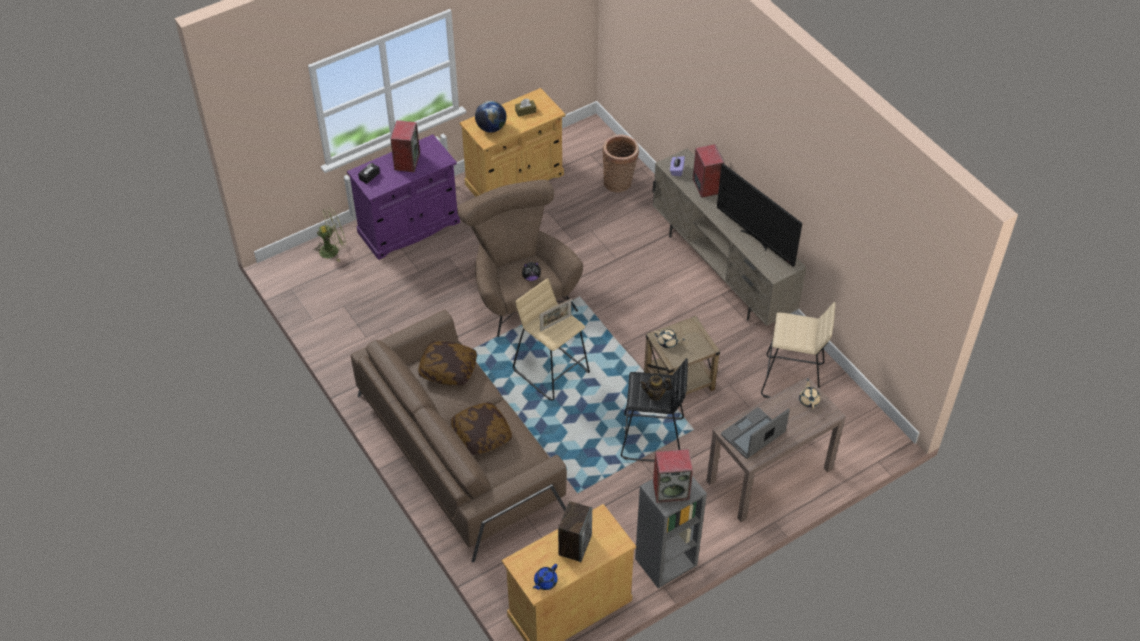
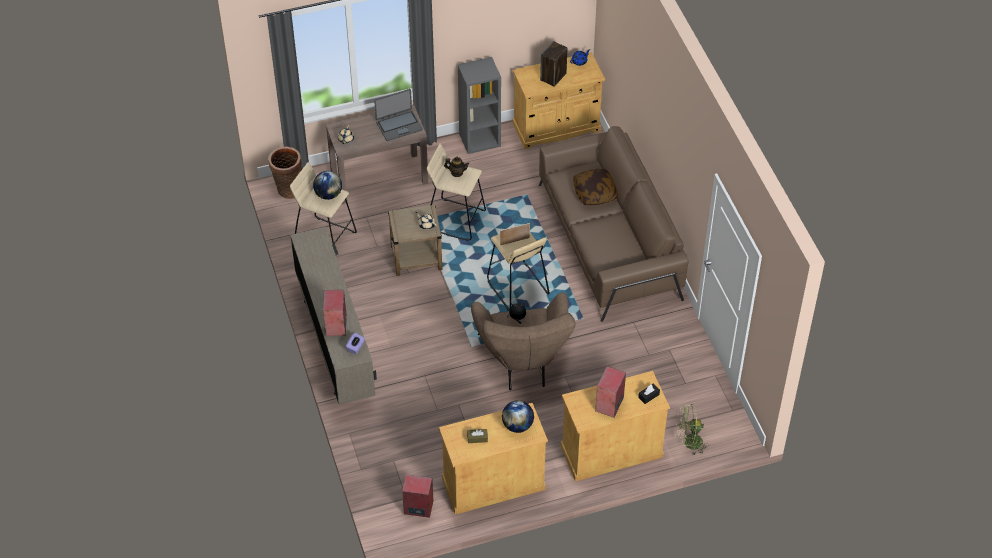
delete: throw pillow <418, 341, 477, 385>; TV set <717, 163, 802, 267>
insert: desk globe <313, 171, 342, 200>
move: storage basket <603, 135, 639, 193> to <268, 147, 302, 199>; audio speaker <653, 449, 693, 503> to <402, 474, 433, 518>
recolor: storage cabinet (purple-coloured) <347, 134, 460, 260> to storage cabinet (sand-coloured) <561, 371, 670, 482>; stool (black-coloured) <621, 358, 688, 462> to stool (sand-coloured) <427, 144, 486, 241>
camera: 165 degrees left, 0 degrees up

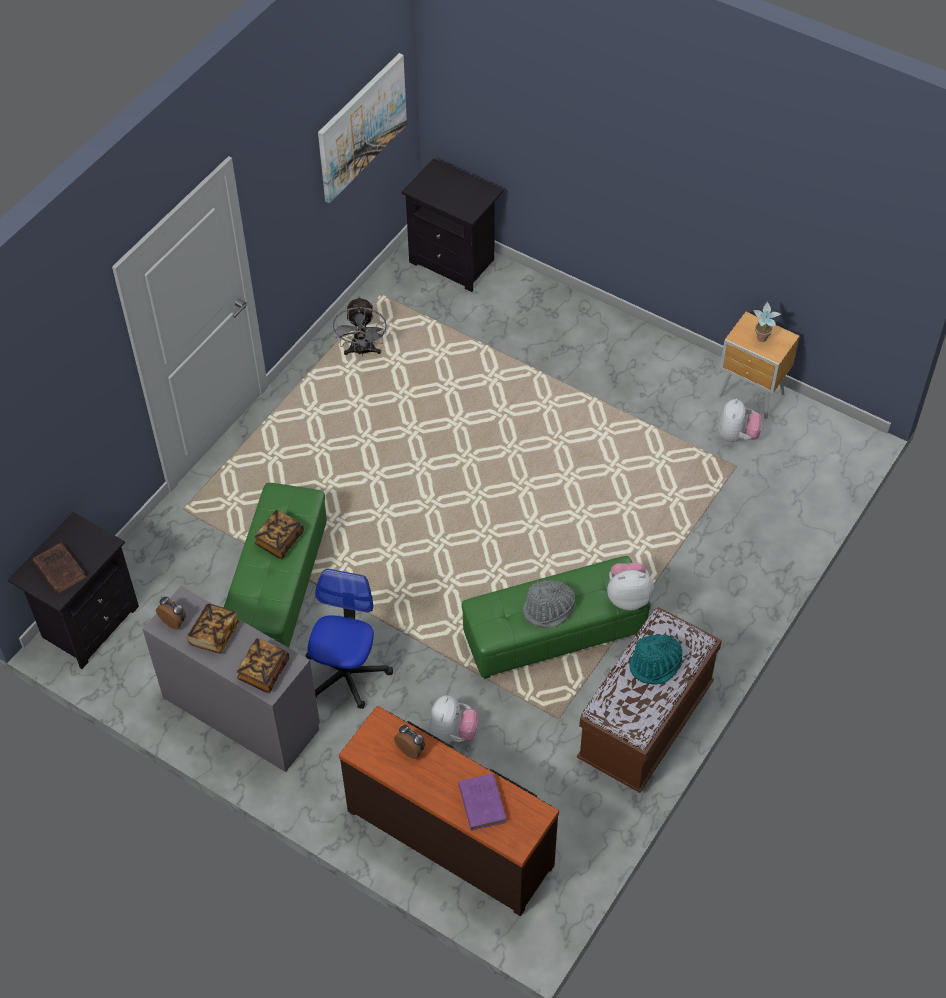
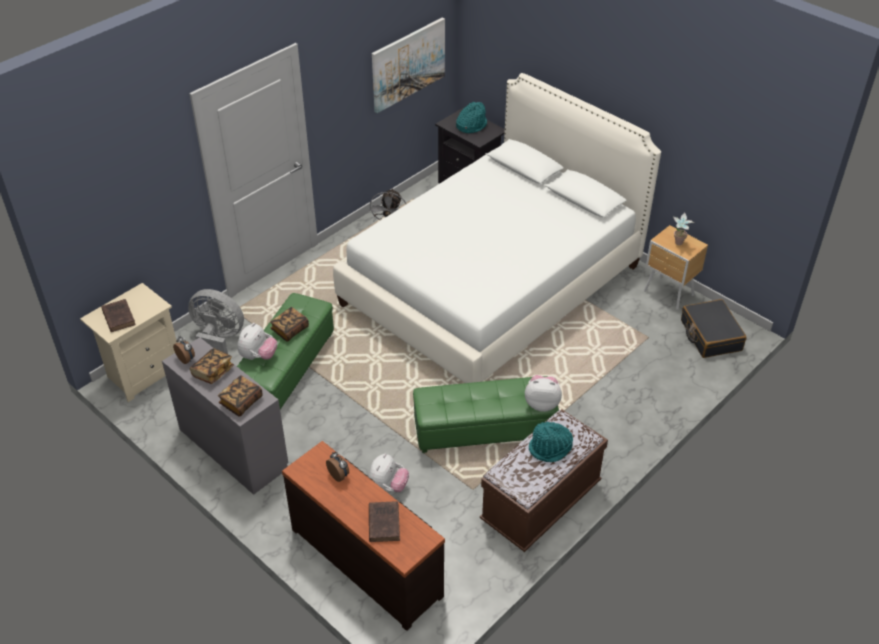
delete: desk chair <306, 569, 393, 709>; hat (gray) <523, 580, 575, 628>
insert: cooling fan (gray) <188, 289, 244, 354>; sleeping bed (whitish) <333, 73, 661, 383>; hat (turquoise) <456, 102, 487, 133>; suitcase (black-coloured) <681, 299, 746, 358>
move: soft toy <717, 399, 762, 442> to <237, 323, 277, 360>
recolor: night table (black-coloured) <8, 512, 139, 669> to night table (sand-coloured) <80, 283, 177, 402>; book (purple-coloured) <458, 773, 507, 831> to book (brown) <369, 501, 400, 542>
camera: 10 degrees right, 10 degrees down

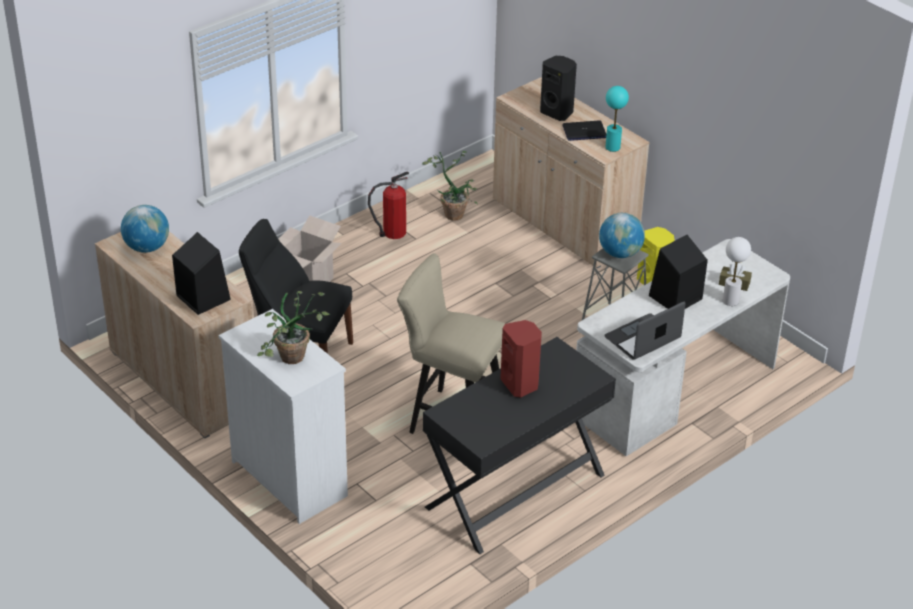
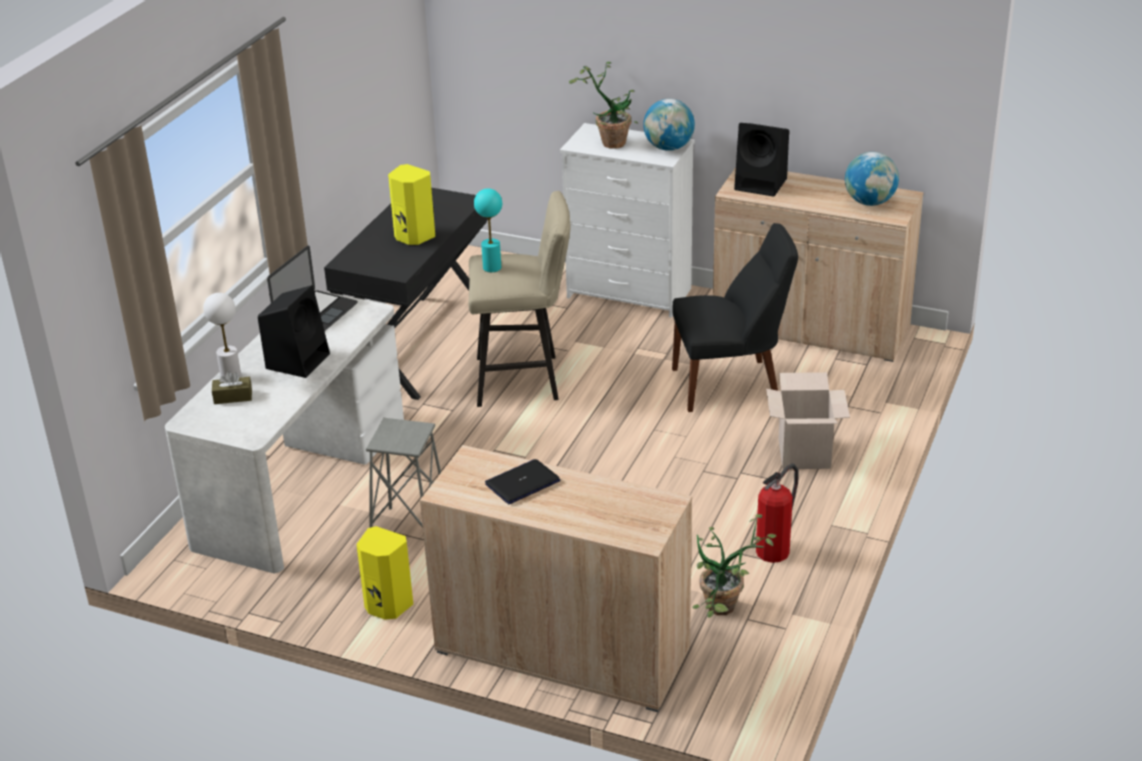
delete: audio speaker (black-coloured) <540, 56, 577, 121>
move: desk globe <599, 213, 645, 258> to <643, 99, 695, 151>; tabletop lamp (turquoise) <605, 86, 629, 152> to <474, 188, 502, 272>
recolor: audio speaker (reddish) <500, 320, 542, 398> to audio speaker (yellow) <388, 164, 435, 245>
camera: 155 degrees right, 5 degrees down

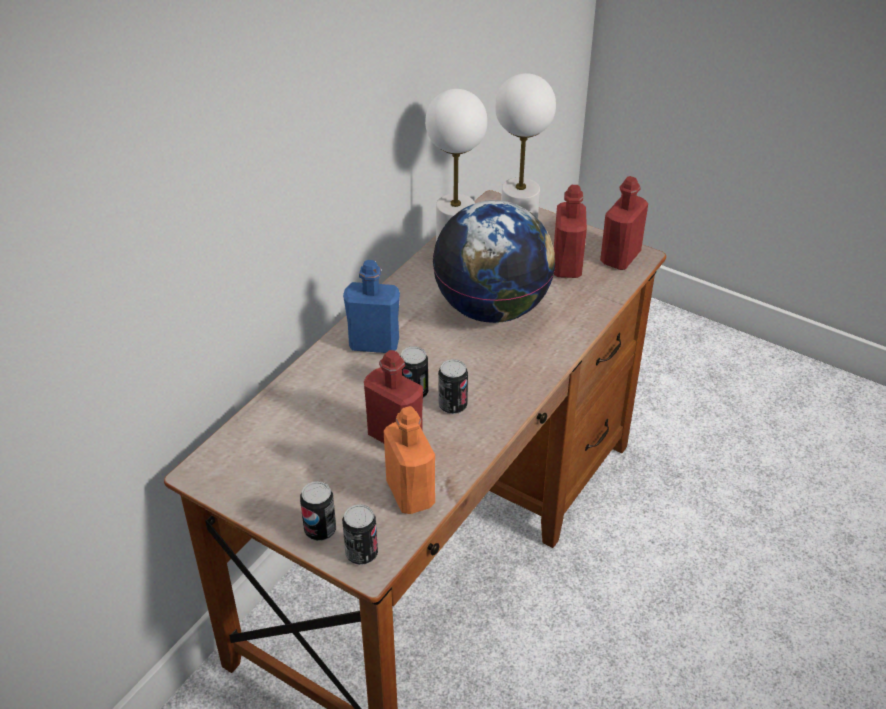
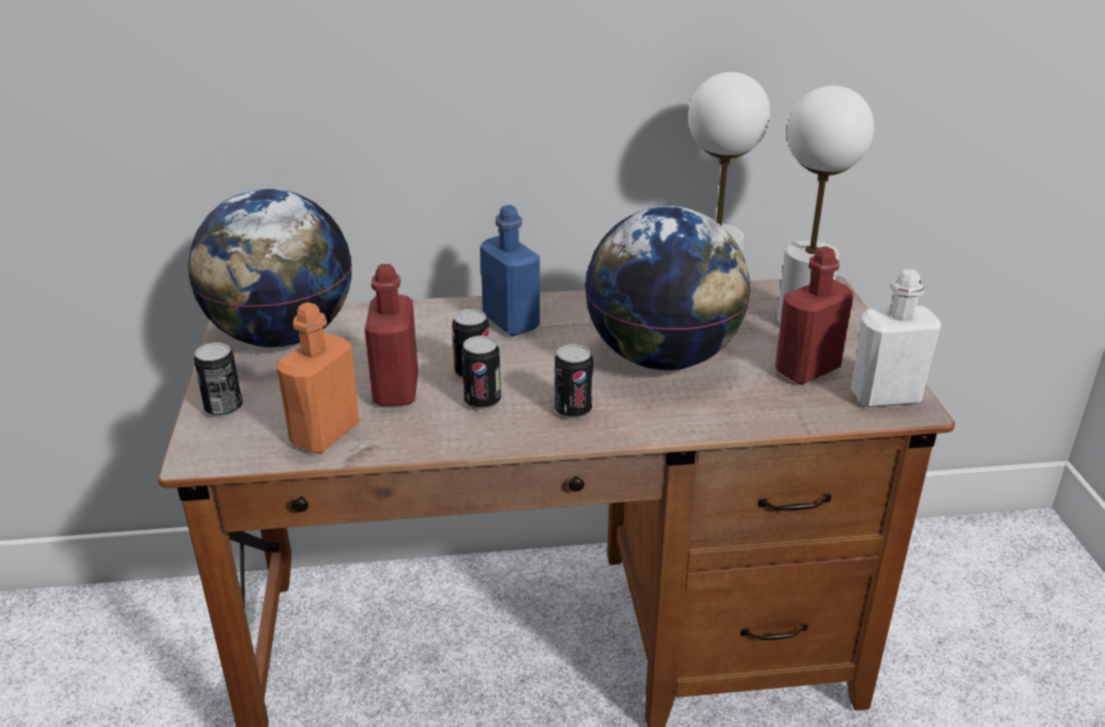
insert: desk globe <188, 188, 352, 347>
move: sealed can <342, 504, 378, 565> to <555, 344, 593, 419>
recolor: drink bottle (reddish) <600, 176, 648, 270> to drink bottle (whitish) <851, 269, 941, 407>
camera: 50 degrees right, 10 degrees down

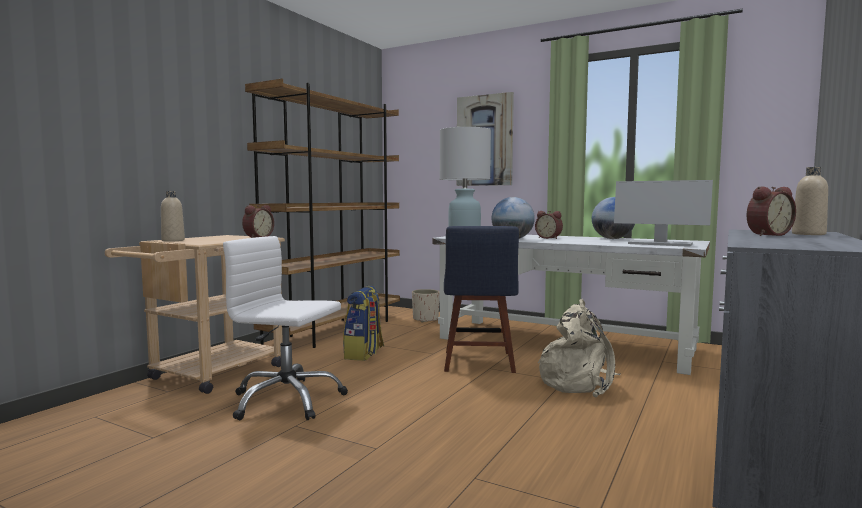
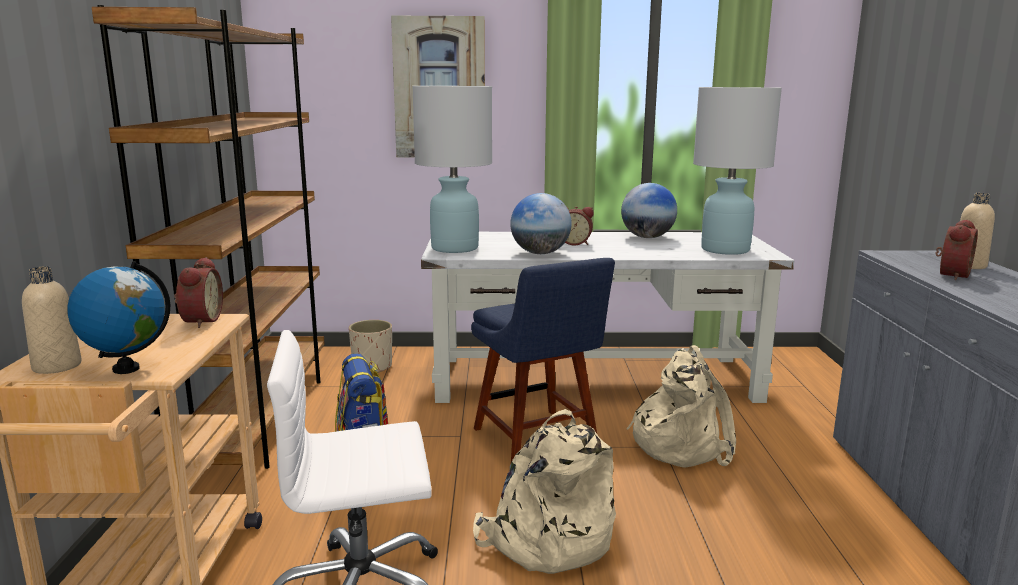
insert: desk globe <68, 261, 170, 374>; rucksack (sand-coloured) <473, 409, 616, 574>
replace: monitor <614, 180, 713, 247> to tabletop lamp (whitish) <693, 87, 782, 255>
camera: 30 degrees left, 10 degrees up

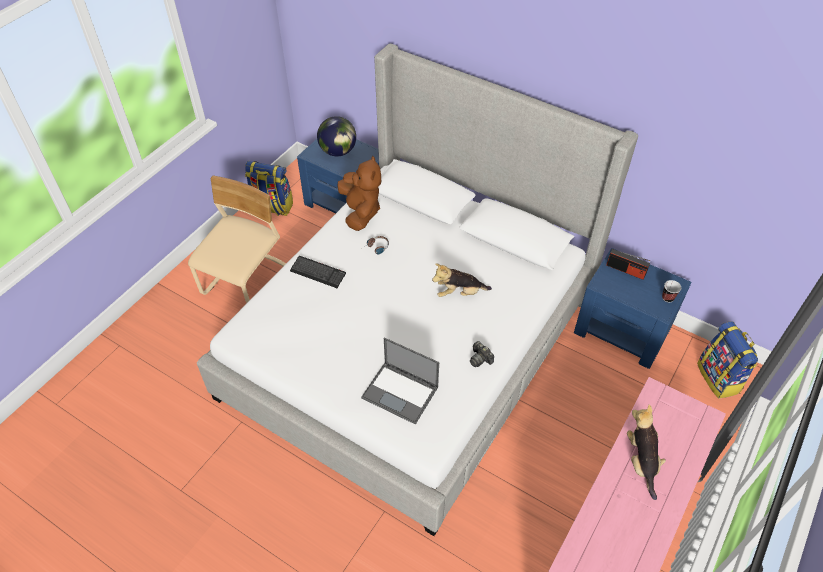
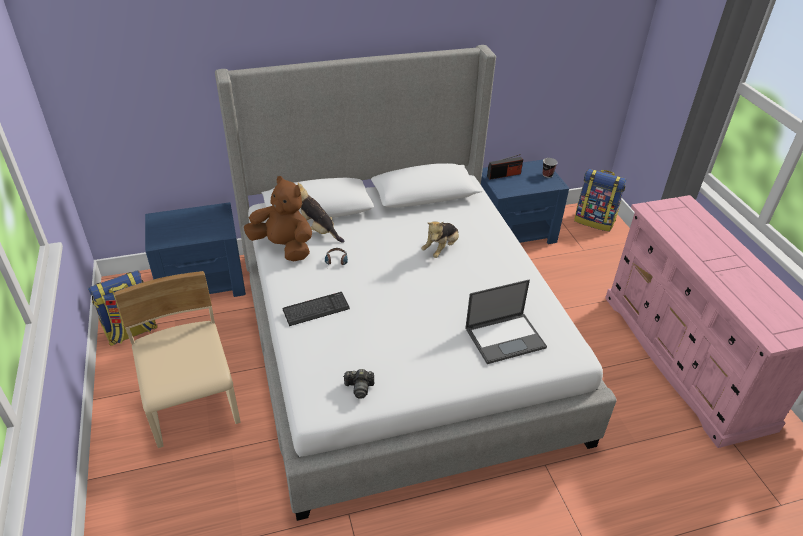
delete: desk globe <317, 116, 356, 156>
move: still camera <470, 341, 494, 367> to <343, 369, 374, 399>; soft toy <627, 404, 666, 500> to <298, 183, 344, 243>
camera: 50 degrees left, 10 degrees down

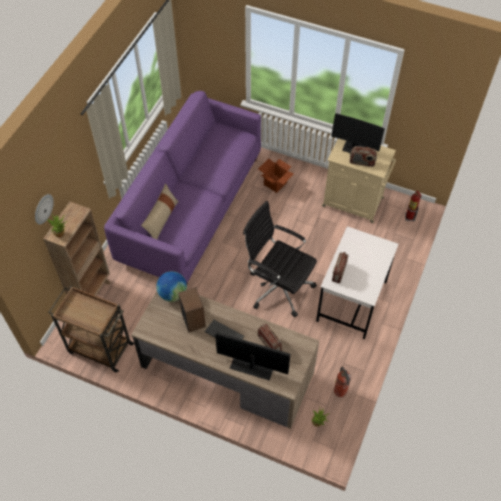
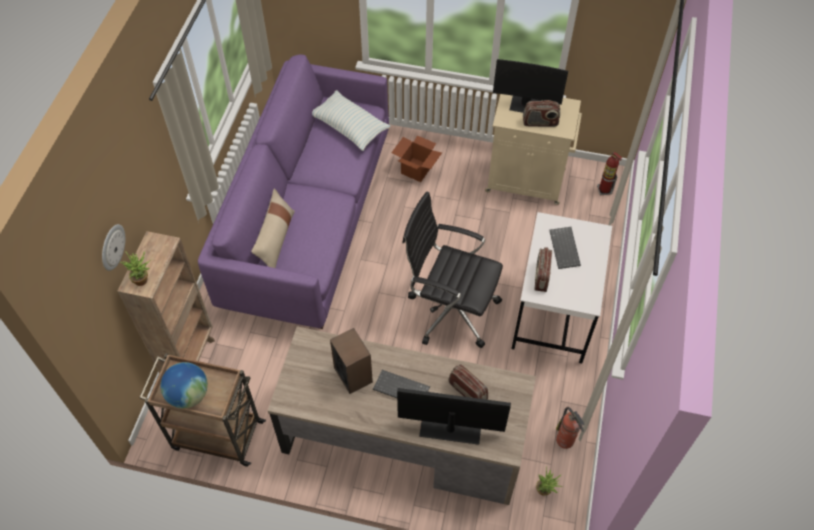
insert: throw pillow <312, 90, 390, 151>; keyboard <549, 227, 581, 269>
move: desk globe <156, 271, 187, 302> to <160, 362, 208, 408>
camera: 10 degrees left, 0 degrees up

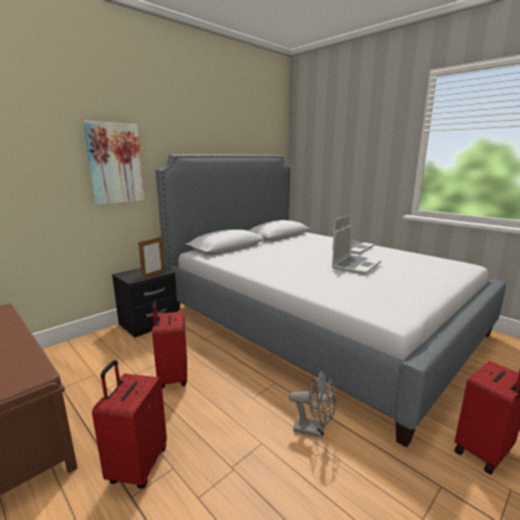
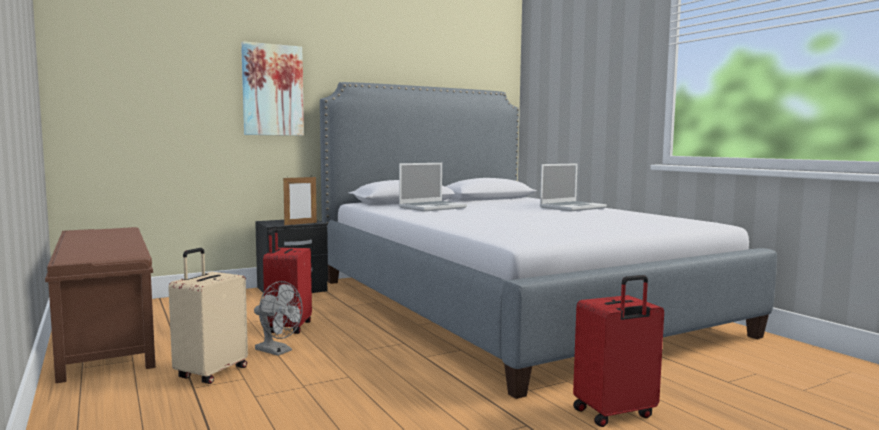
move: cooling fan (gray) <289, 371, 336, 438> to <254, 281, 303, 356>; notebook computer <332, 224, 381, 275> to <399, 163, 467, 211>
recolor: suitcase (reddish) <92, 360, 167, 489> to suitcase (sand-coloured) <168, 248, 248, 384>
camera: 15 degrees right, 10 degrees down

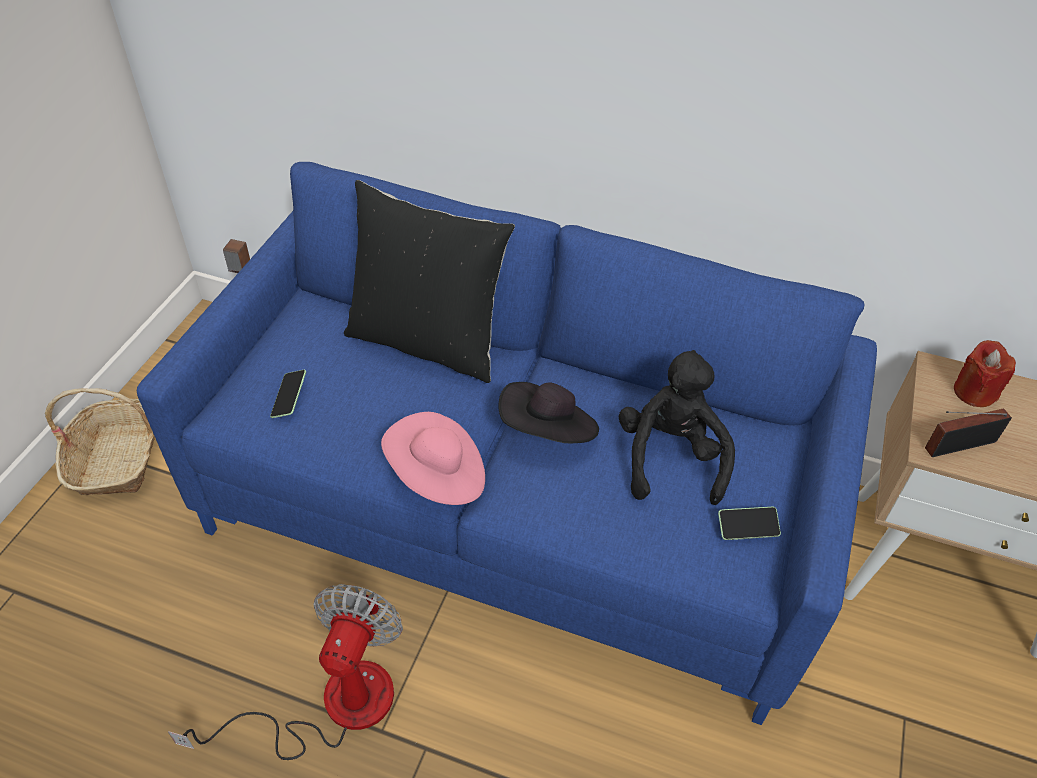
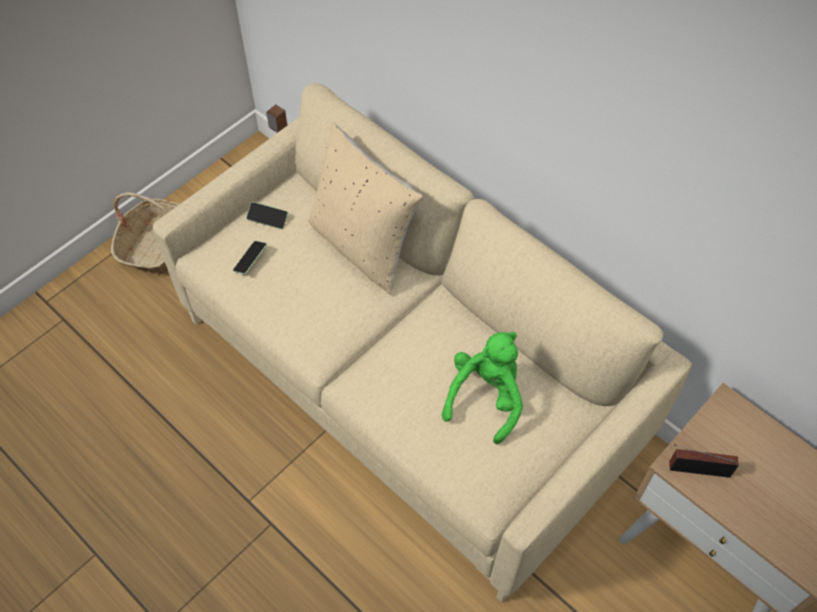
delete: cooling fan <168, 584, 403, 760>; hat (pink-coloured) <381, 412, 485, 505>; hat (black-coloured) <499, 382, 599, 444>; wax light (reddish) <954, 340, 1016, 407>
move: telephone <718, 507, 781, 540> to <246, 202, 288, 229>
recolor: sofa (bluish) <137, 162, 877, 725> to sofa (sand-coloured) <153, 83, 692, 602>; throw pillow (black-coloured) <344, 180, 515, 383> to throw pillow (sand-coloured) <308, 122, 423, 294>; soft toy (black-coloured) <619, 350, 735, 505> to soft toy (greenish) <442, 332, 523, 445>
camera: 25 degrees right, 10 degrees up

